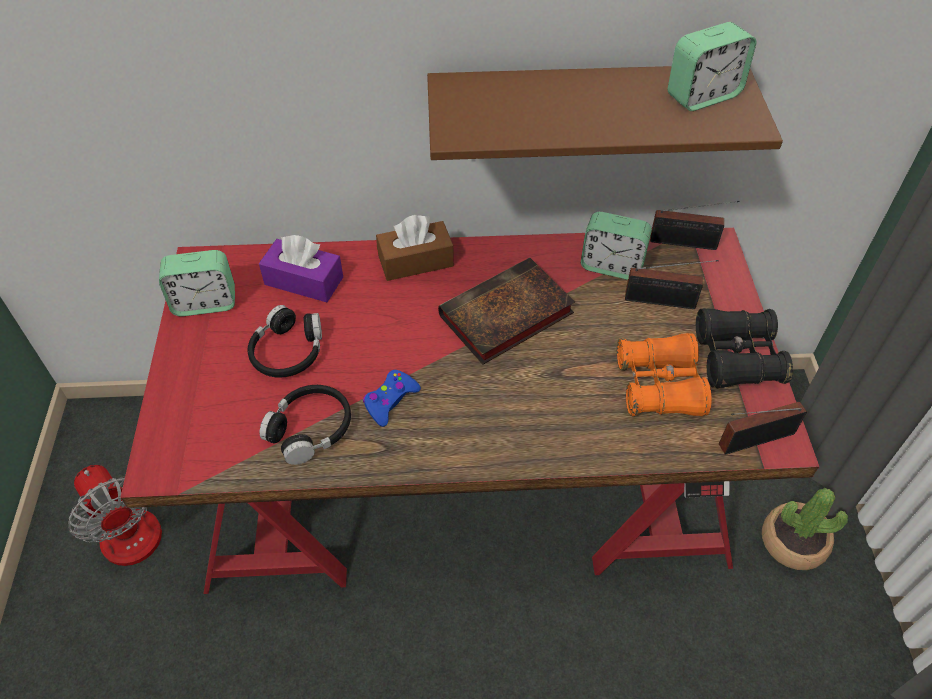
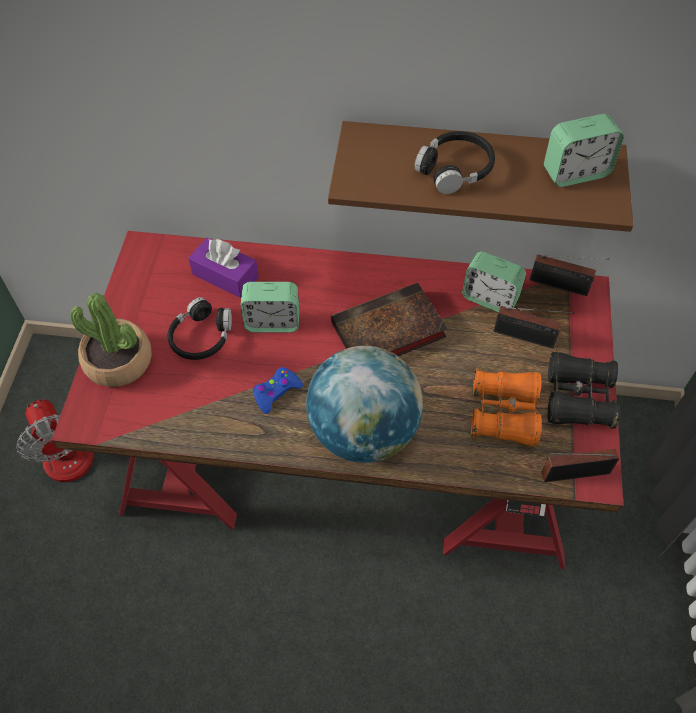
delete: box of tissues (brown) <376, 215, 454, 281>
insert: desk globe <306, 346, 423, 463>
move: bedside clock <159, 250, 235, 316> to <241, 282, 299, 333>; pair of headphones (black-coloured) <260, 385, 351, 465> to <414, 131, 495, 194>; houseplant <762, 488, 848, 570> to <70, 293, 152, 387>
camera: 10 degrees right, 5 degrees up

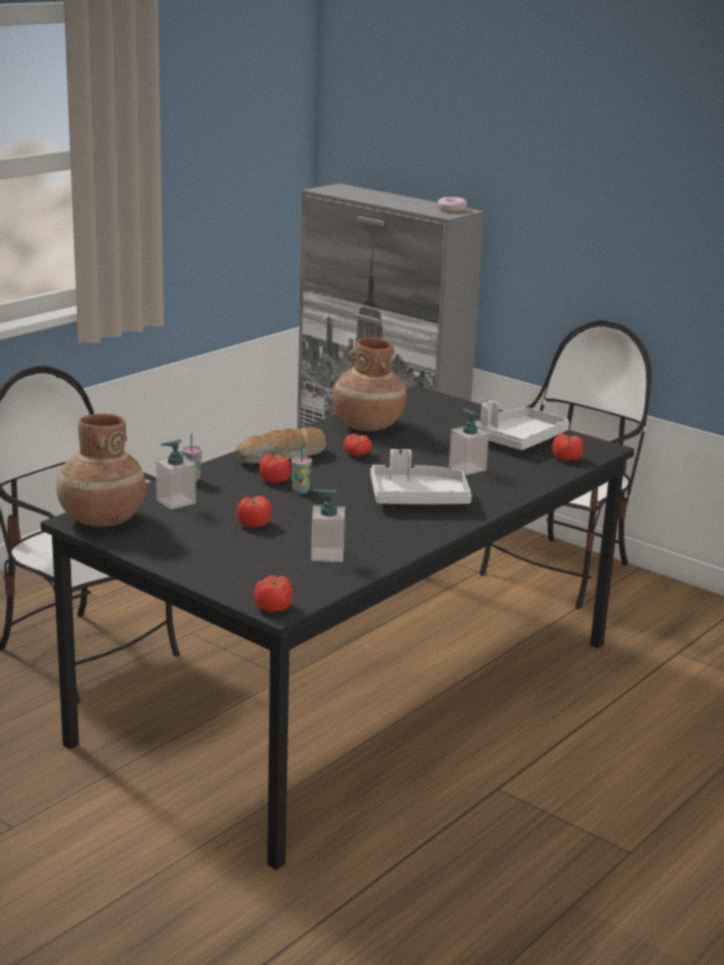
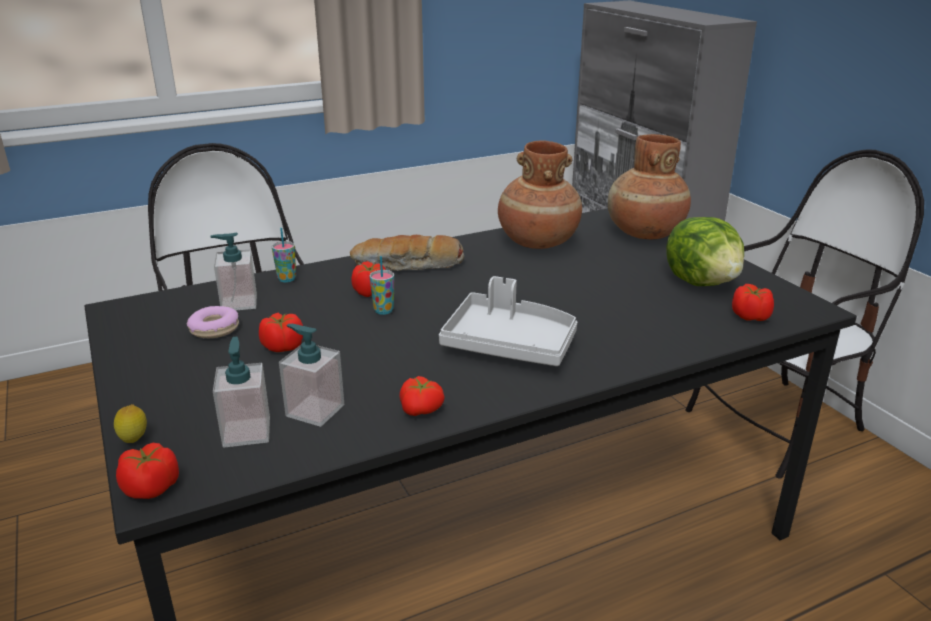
insert: lemon <114, 404, 147, 443>
move: vase (brown) <56, 414, 146, 527> to <608, 134, 691, 239>; tomato <344, 434, 372, 457> to <399, 376, 445, 416>; donut <438, 197, 467, 212> to <187, 306, 239, 338>; soap bottle <449, 408, 489, 475> to <213, 337, 270, 448>
replace: serving tray (gray) <475, 401, 570, 450> to head of lettuce <666, 217, 744, 286>
camera: 25 degrees right, 5 degrees up

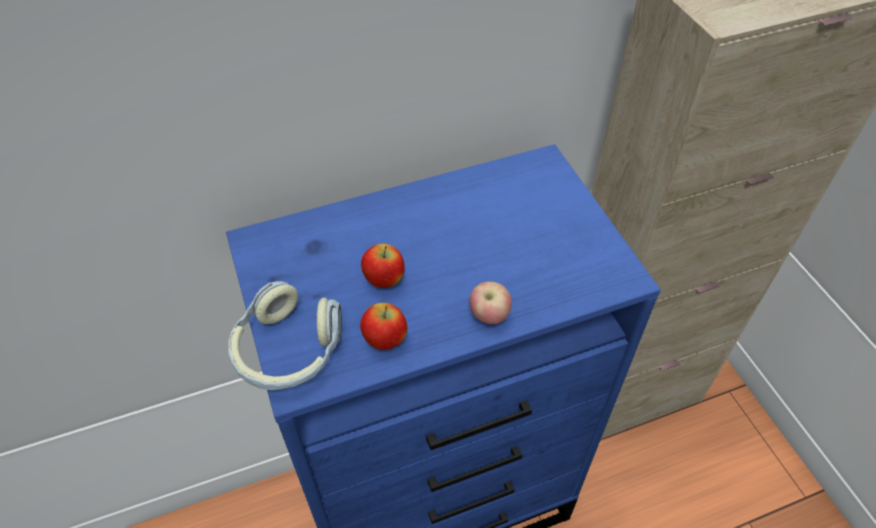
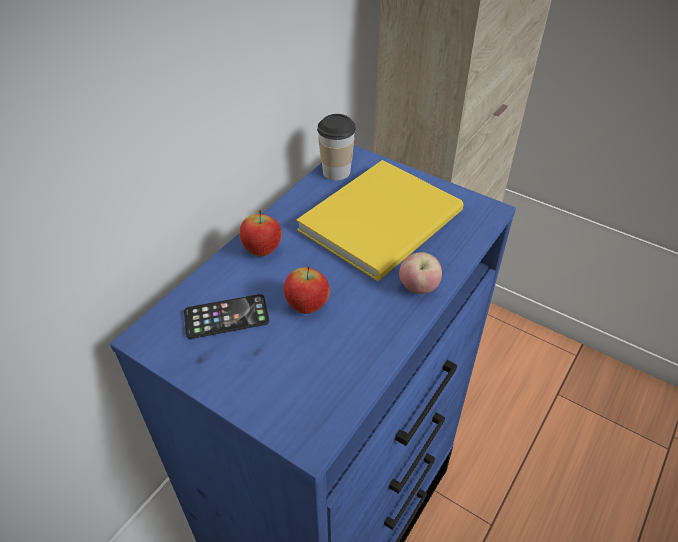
delete: pair of headphones <228, 281, 342, 390>
insert: telephone <184, 294, 269, 339>; book (yellow) <296, 160, 464, 281>; small cup <317, 114, 356, 180>
move: apple fruit <360, 303, 407, 350> to <239, 210, 282, 256>
camera: 35 degrees left, 5 degrees down

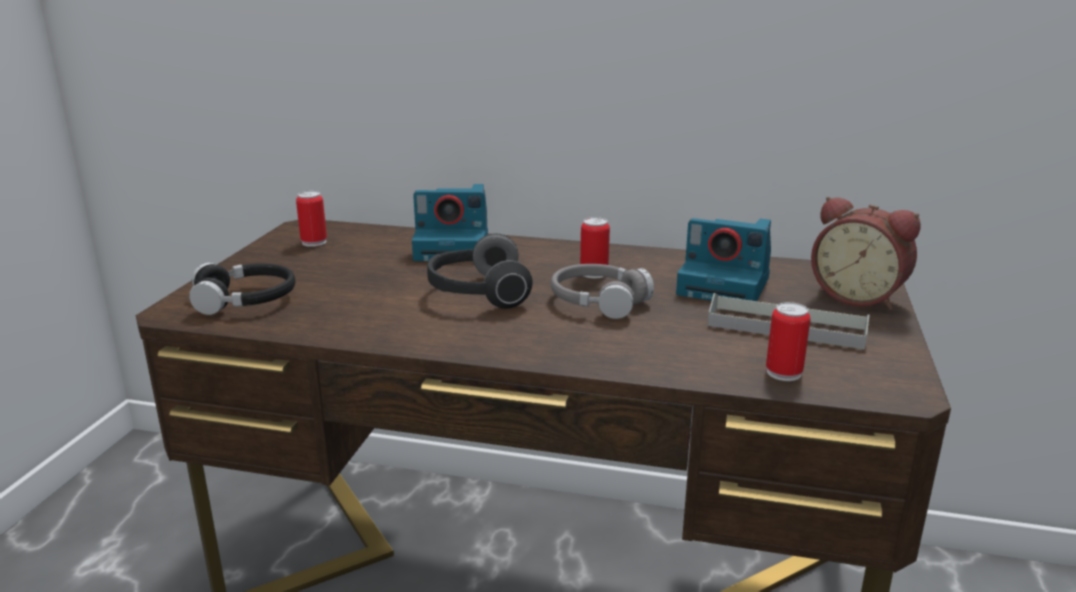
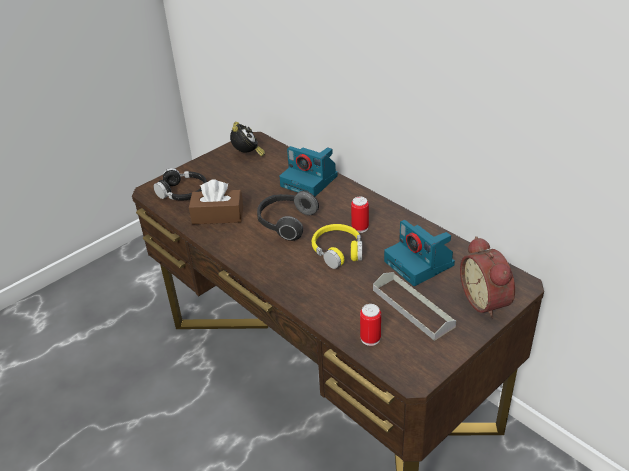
insert: box of tissues (brown) <189, 179, 243, 224>
replace: sealed can <296, 191, 327, 247> to bedside clock <230, 122, 265, 157>
recolor: pair of headphones (gray) <551, 264, 654, 319> to pair of headphones (yellow) <312, 224, 362, 269>
camera: 35 degrees right, 15 degrees up

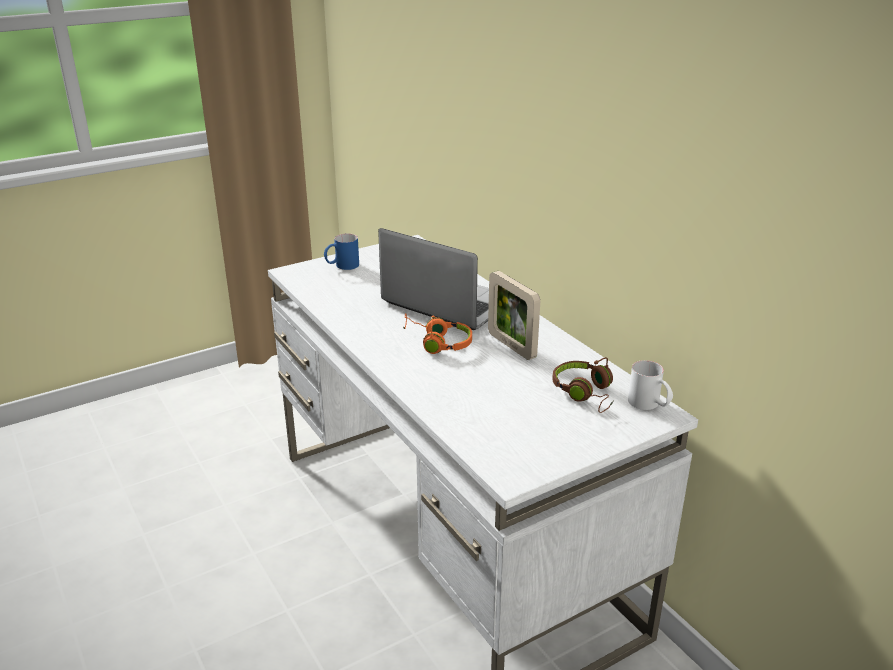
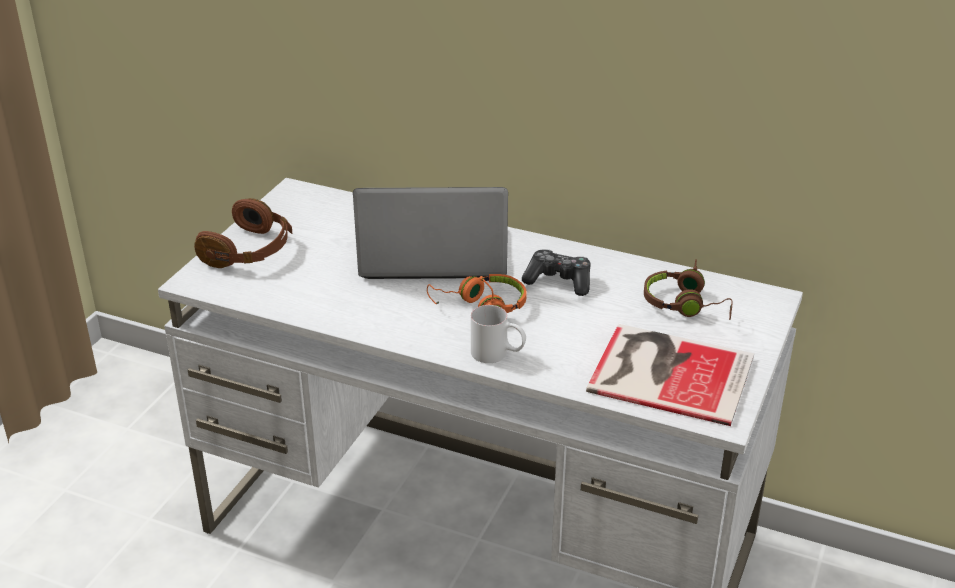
insert: book <586, 324, 754, 426>
move: mug (whitish) <628, 360, 673, 410> to <471, 305, 526, 363>
replace: mug (bluish) <324, 234, 359, 270> to pair of headphones (brown) <194, 198, 292, 268>; photo frame <488, 271, 540, 360> to gamepad <522, 249, 591, 296>
camera: 35 degrees left, 5 degrees up

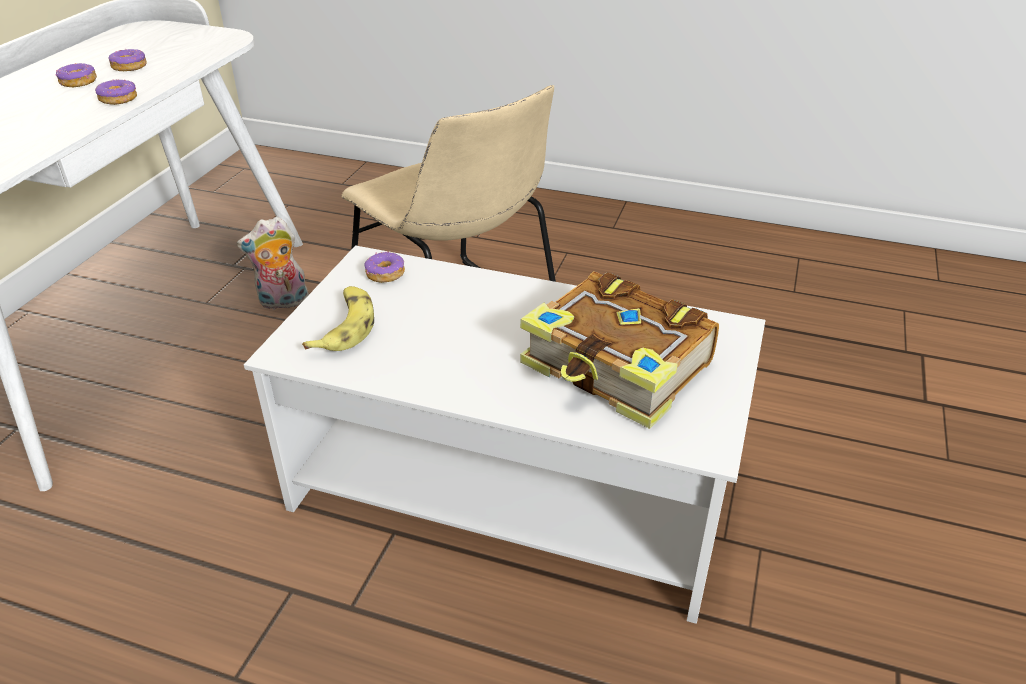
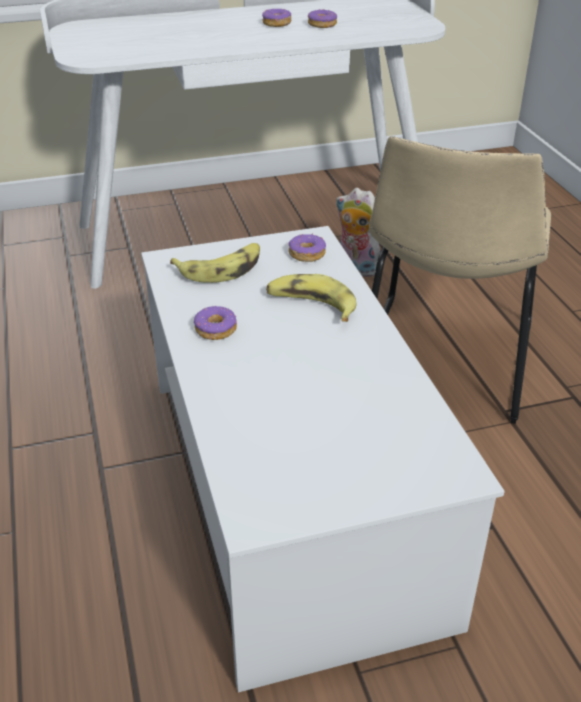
delete: book <520, 271, 719, 429>
insert: whole banana <266, 274, 357, 322>
move: donut <95, 79, 137, 105> to <194, 306, 237, 340>
camera: 55 degrees right, 0 degrees up

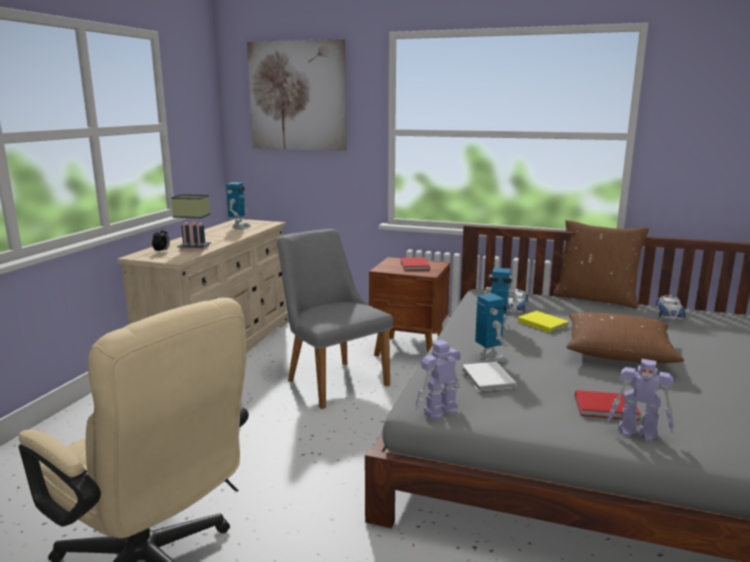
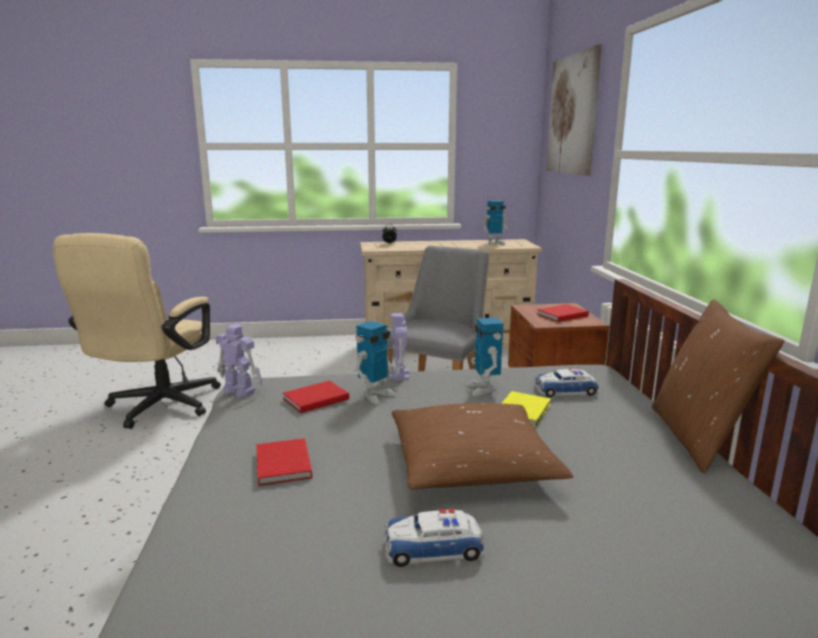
delete: tabletop lamp <171, 194, 211, 251>
move: robot figure <607, 359, 674, 442> to <389, 313, 409, 381>; miniature car <655, 295, 686, 320> to <383, 509, 484, 567>
recolor: book (whitish) <462, 362, 517, 392> to book (reddish) <283, 381, 349, 413>
camera: 65 degrees right, 0 degrees up

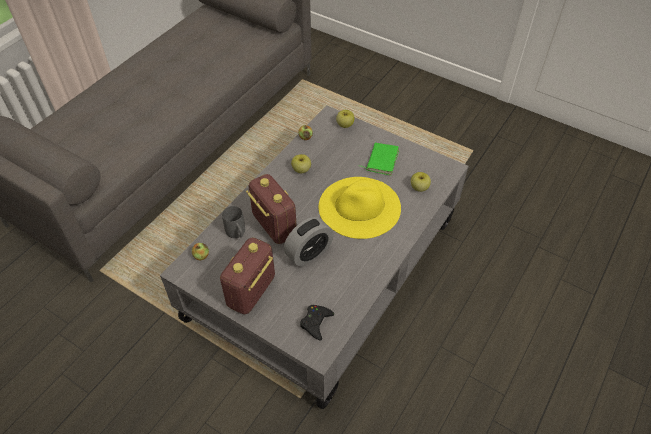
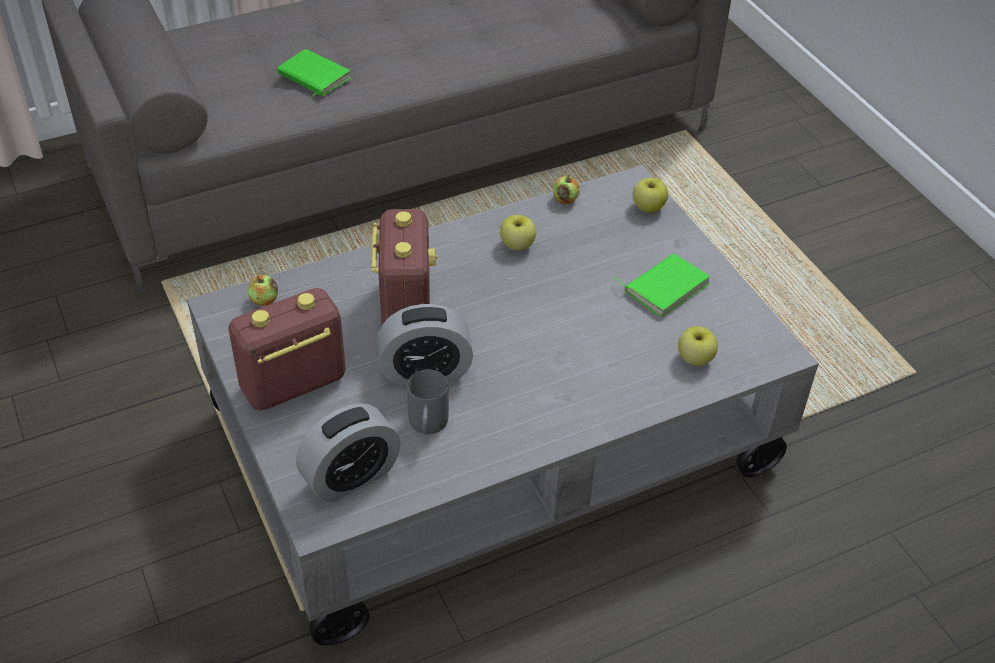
delete: hat (yellow) <319, 177, 401, 239>
insert: book (greenish) <277, 49, 352, 98>
move: mug (gray) <222, 206, 245, 238> to <407, 370, 449, 435>
replace: gamepad (black-coloured) <300, 305, 334, 341> to bedside clock <296, 403, 401, 502>
camera: 30 degrees right, 5 degrees down

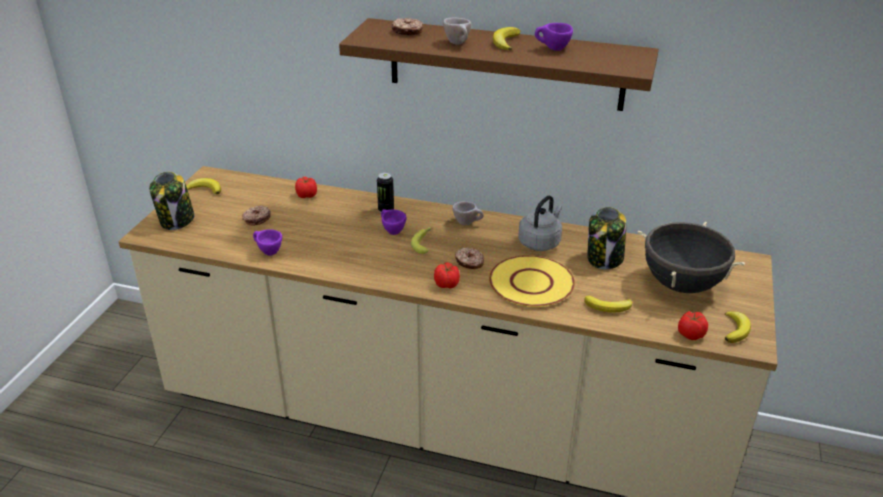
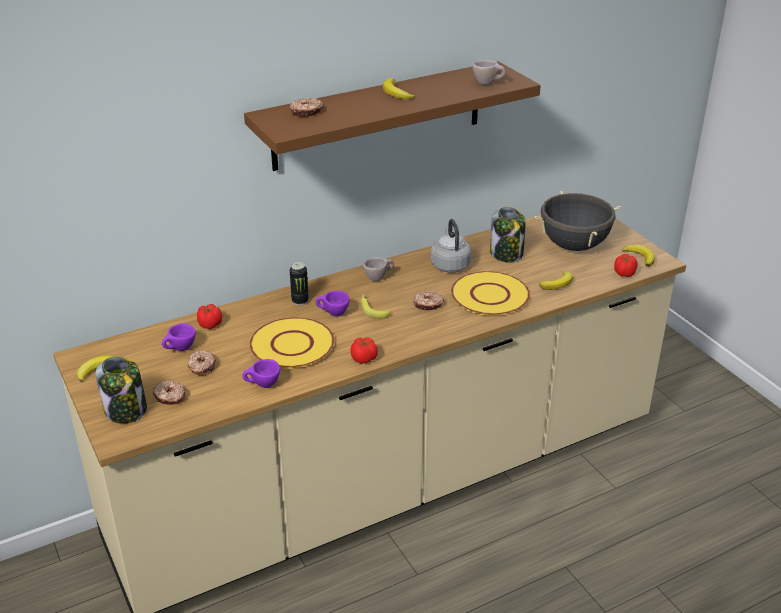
insert: donut <153, 380, 185, 405>; flat dish (yellow) <250, 317, 335, 369>
move: tomato <434, 263, 460, 288> to <350, 337, 378, 364>; small cup (sand-coloured) <443, 17, 471, 45> to <472, 60, 506, 85>; small cup (purple-coloured) <535, 23, 573, 51> to <162, 323, 196, 351>
camera: 45 degrees left, 0 degrees up

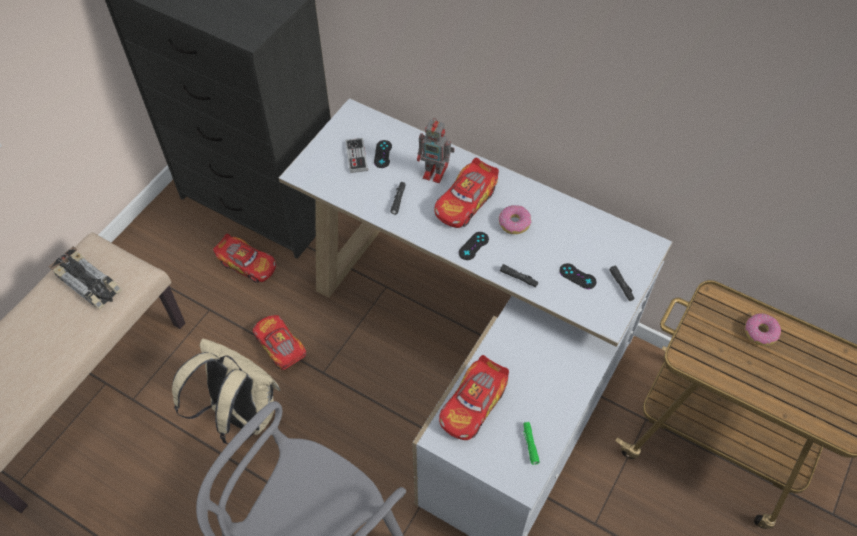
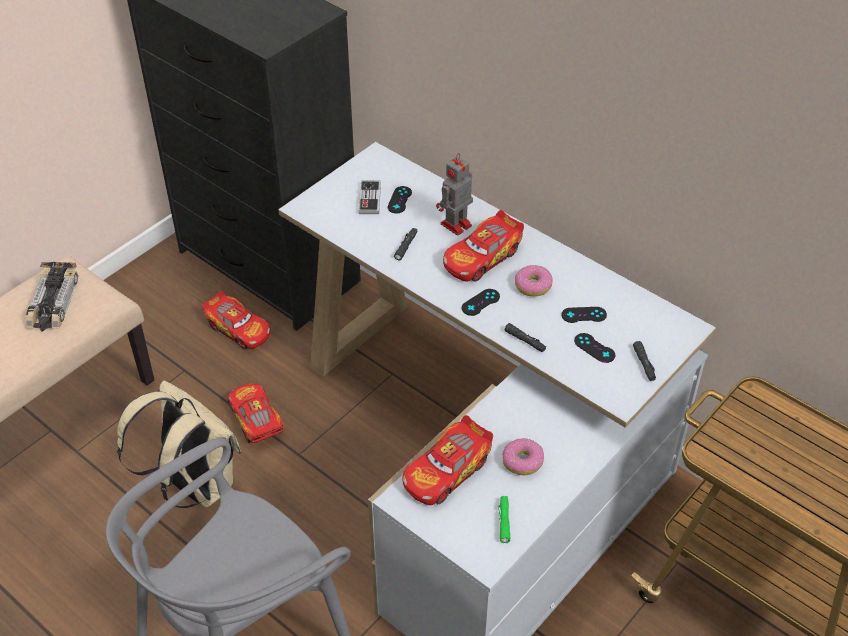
insert: gamepad (black-coloured) <561, 307, 607, 323>
move: donut <745, 313, 781, 346> to <502, 438, 544, 476>
rotate: miniature car <48, 246, 122, 309> = <25, 262, 78, 332> 45 degrees clockwise; robot figure <417, 118, 455, 183> = <436, 153, 473, 235> 105 degrees clockwise
camera: 10 degrees right, 10 degrees down

